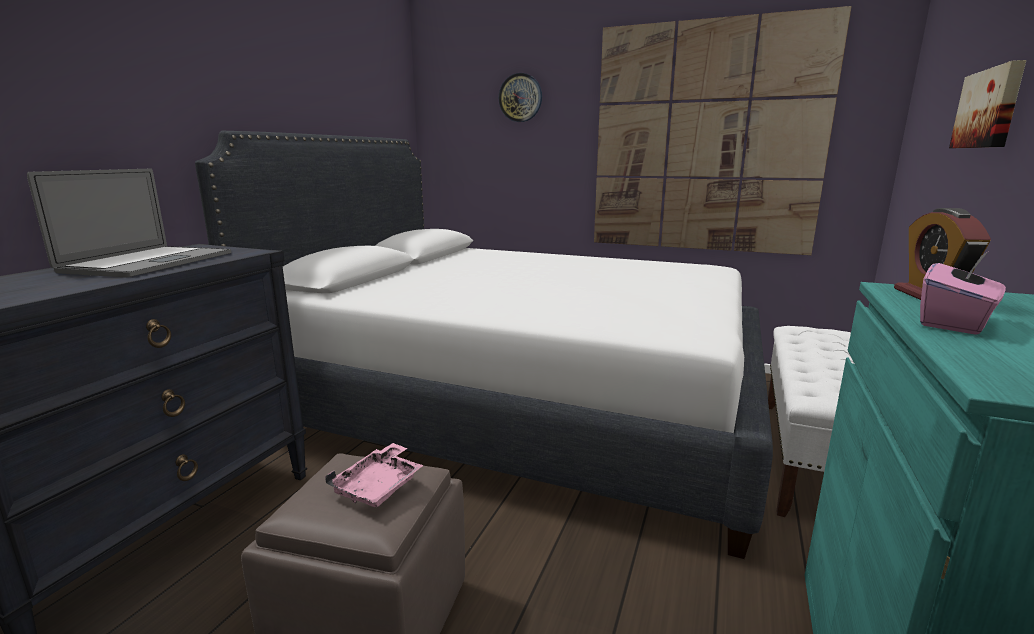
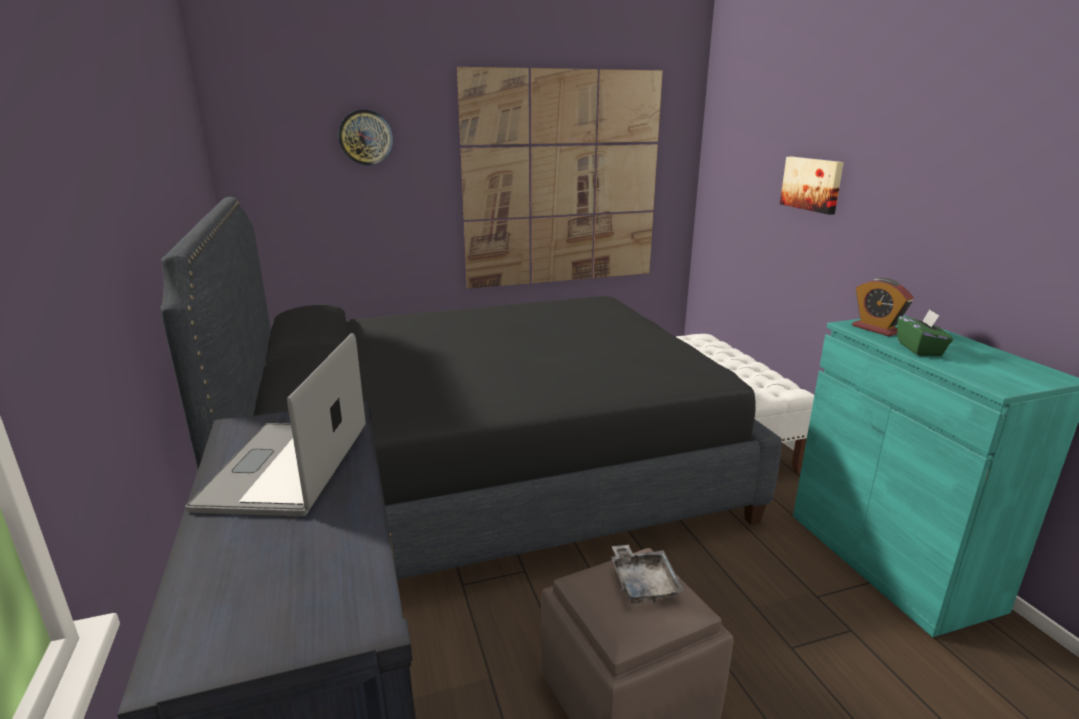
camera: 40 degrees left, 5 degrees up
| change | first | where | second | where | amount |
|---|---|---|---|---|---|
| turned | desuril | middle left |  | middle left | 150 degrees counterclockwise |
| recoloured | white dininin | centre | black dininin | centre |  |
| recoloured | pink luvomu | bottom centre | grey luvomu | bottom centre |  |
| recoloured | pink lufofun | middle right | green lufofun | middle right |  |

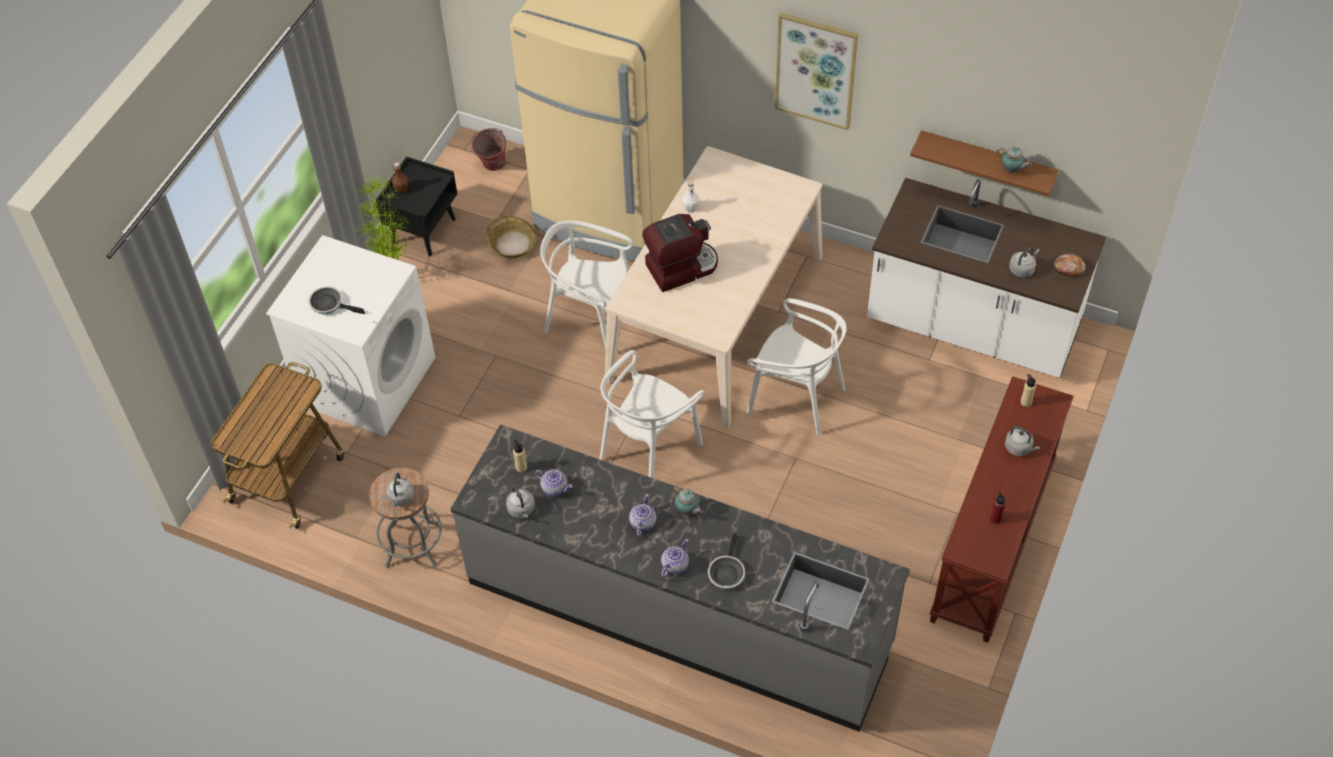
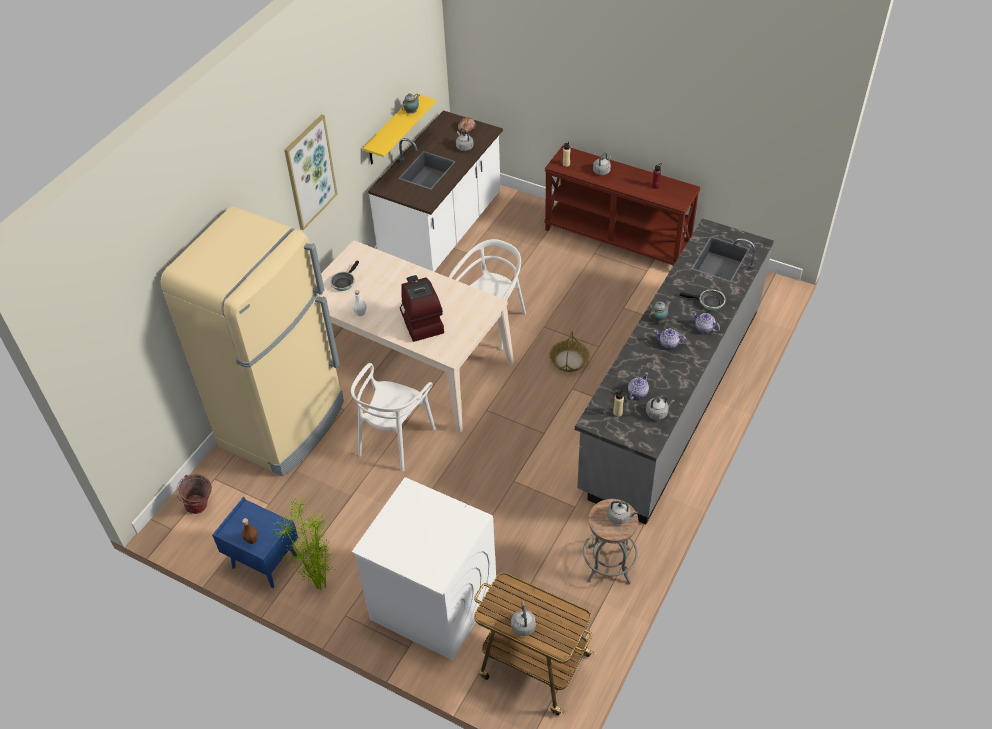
camera: 85 degrees left, 5 degrees down
| change | first | where | second | where | amount |
|---|---|---|---|---|---|
| moved | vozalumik (1st from left) | middle left |  | centre |  |
| recoloured | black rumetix | top left | blue rumetix | bottom left |  |
| moved | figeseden | top centre |  | centre |  |
| removed | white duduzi (2nd from left) | centre |  |  |  |
| recoloured | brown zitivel | top right | yellow zitivel | top centre |  |
| added |  |  | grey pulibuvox (2nd from left) | bottom centre |  |

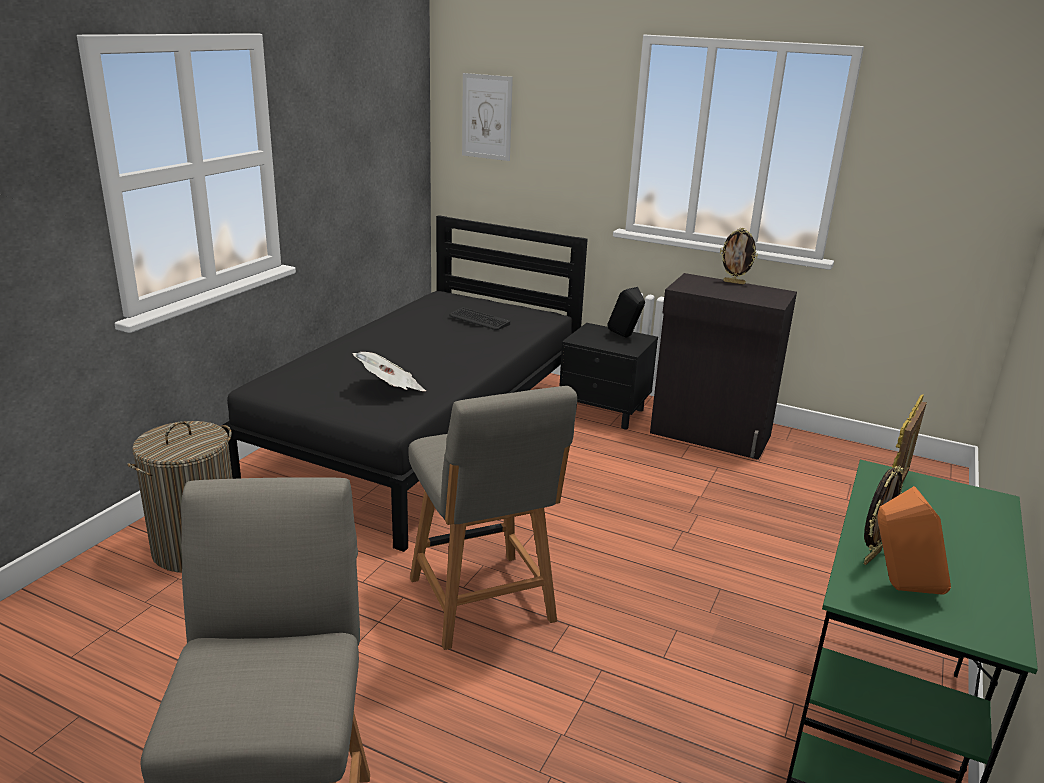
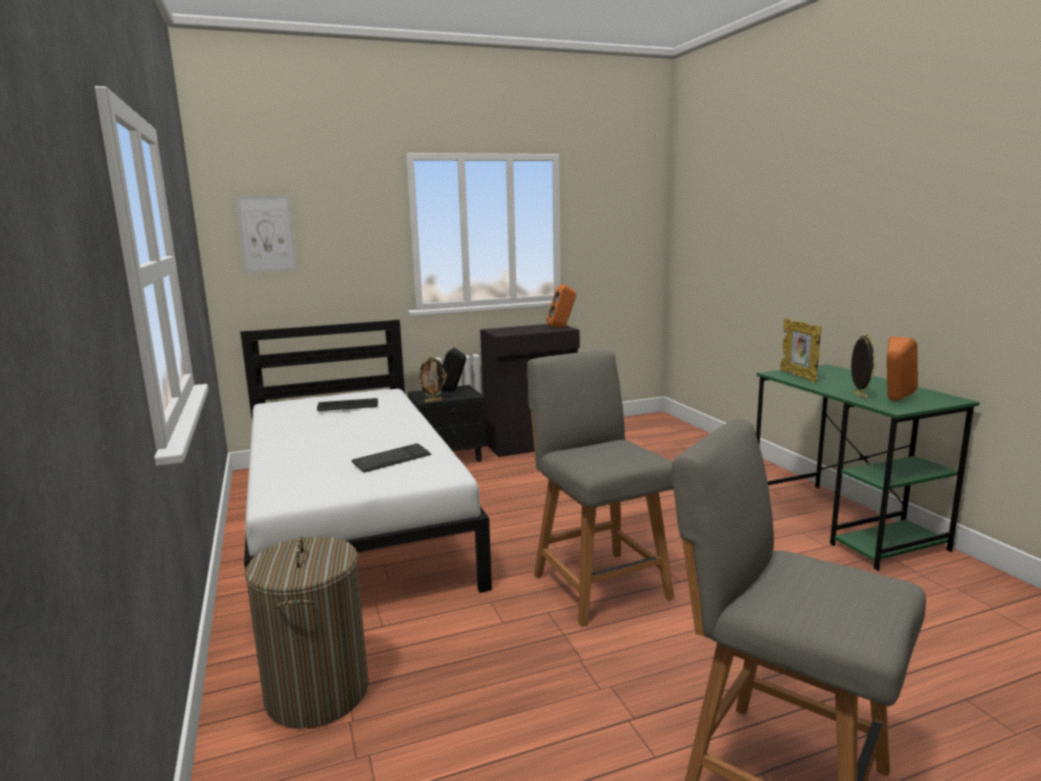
camera: 45 degrees left, 10 degrees down
| change | first | where | second | where | amount |
|---|---|---|---|---|---|
| recoloured | black dininin | centre | white dininin | centre |  |
| replaced | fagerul | centre | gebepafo (2nd from left) | centre |  |
| turned | grey duduzi (2nd from left in the first image) | centre | grey duduzi (1st from left) | centre | 135 degrees counterclockwise |
| moved | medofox (1st from left) | top right |  | centre |  |
| added |  |  | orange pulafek (1st from left) | centre |  |

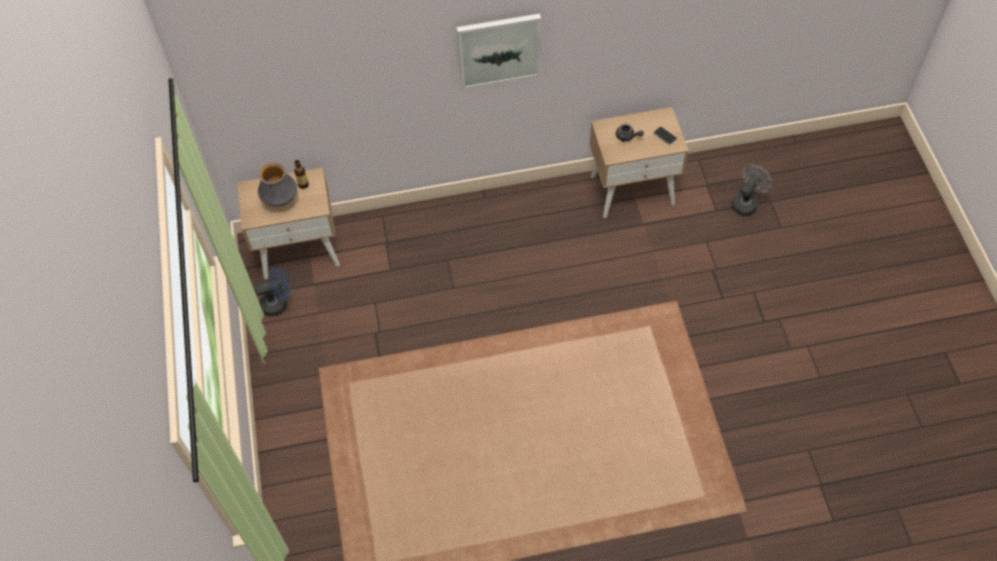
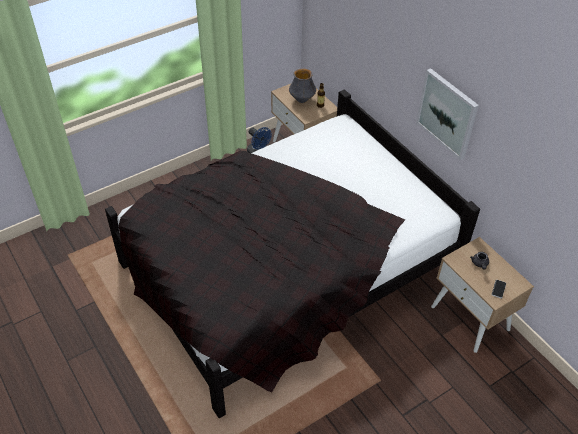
camera: 65 degrees right, 10 degrees down
| change | first | where | second | where | amount |
|---|---|---|---|---|---|
| removed | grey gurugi | middle right |  |  |  |
| added |  |  | black dininin | centre |  |

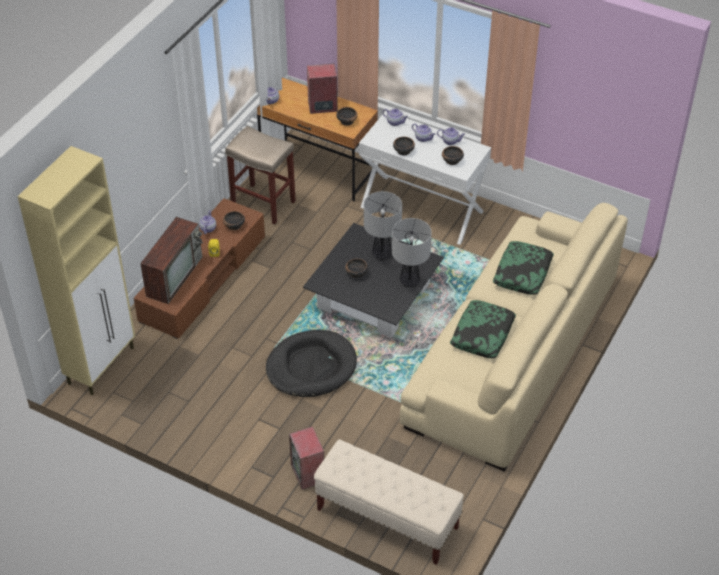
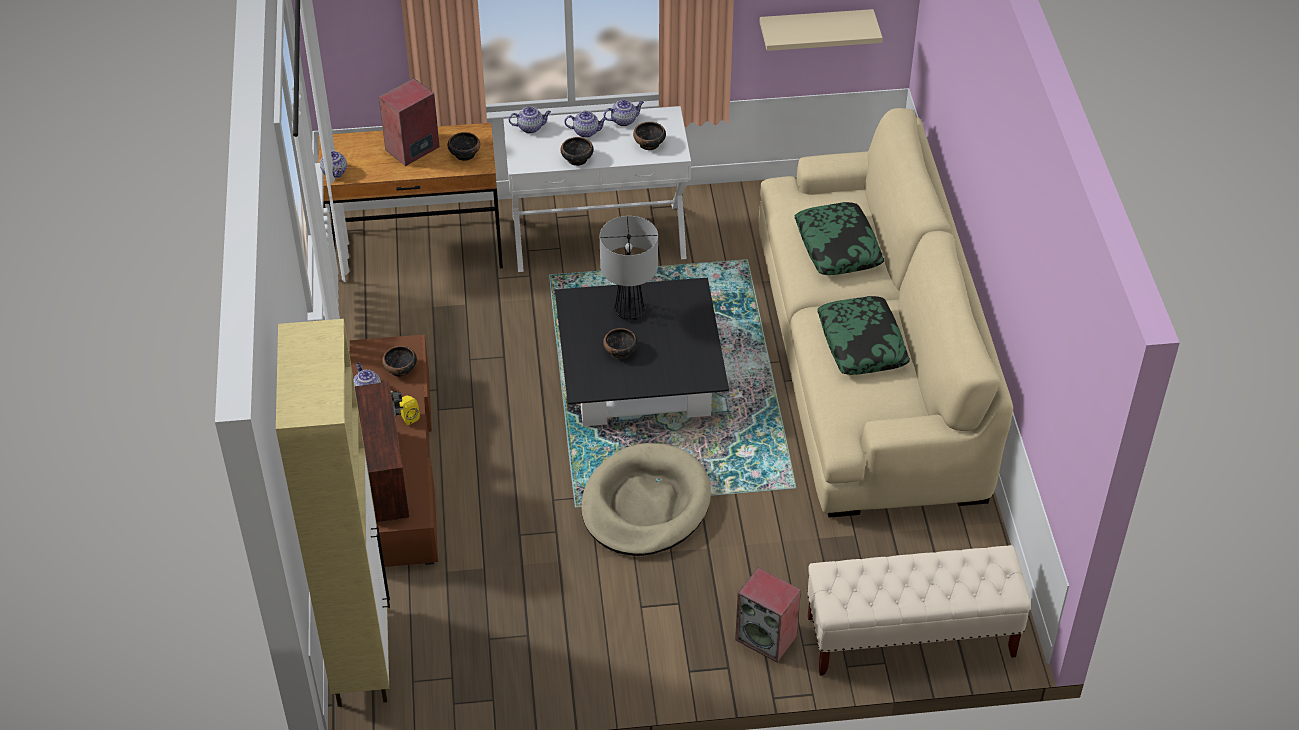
camera: 35 degrees left, 0 degrees up
| change | first | where | second | where | amount |
|---|---|---|---|---|---|
| removed | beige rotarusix | top centre |  |  |  |
| recoloured | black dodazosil | centre | beige dodazosil | bottom centre |  |
| removed | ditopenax (2nd from left) | centre |  |  |  |
| added |  |  | beige zitivel | top centre |  |

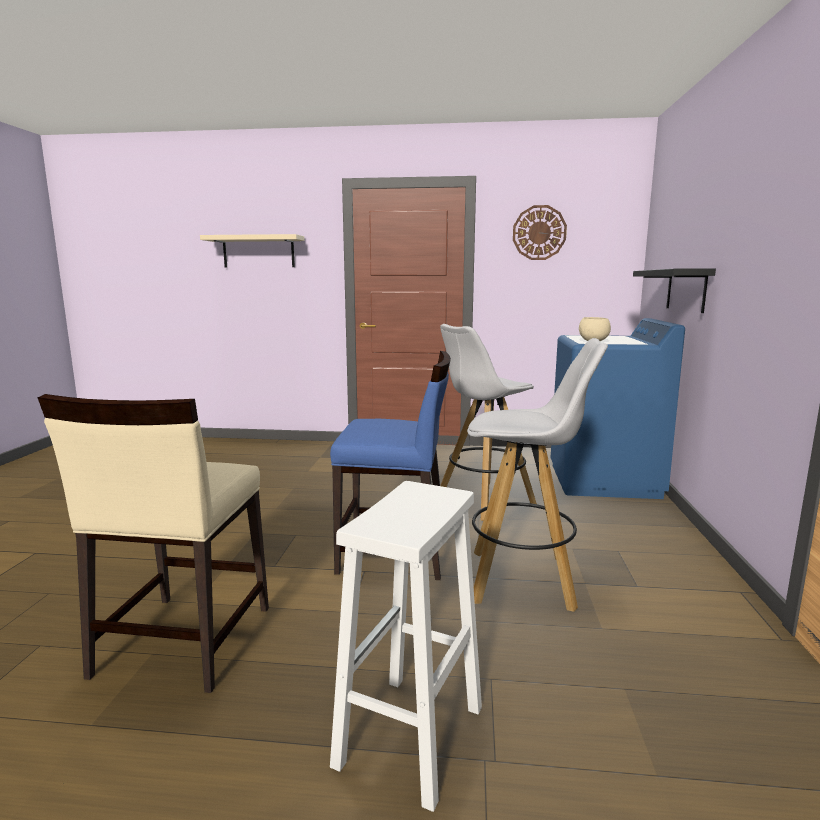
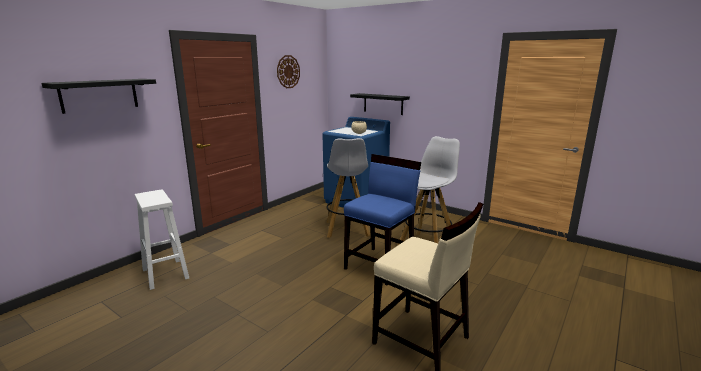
camera: 60 degrees left, 5 degrees up
| change | first | where | second | where | amount |
|---|---|---|---|---|---|
| recoloured | beige zitivel | top left | black zitivel (1st from left) | top left |  |
| moved | white rotarusix (1st from left) | bottom centre |  | middle left |  |

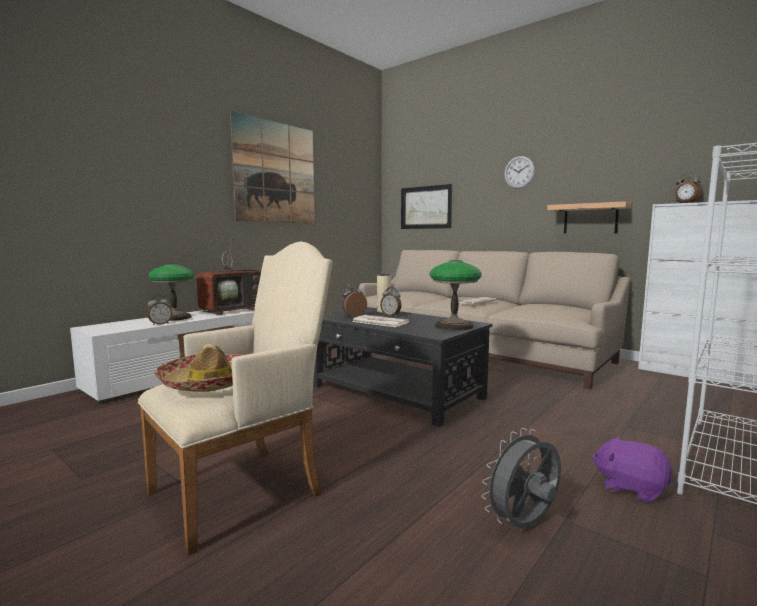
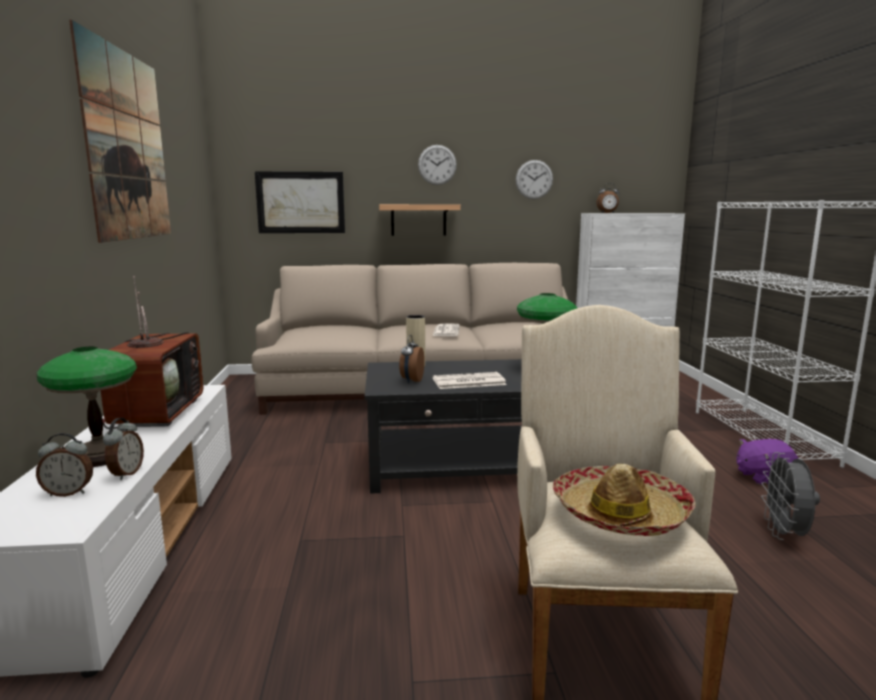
camera: 45 degrees left, 5 degrees up
| change | first | where | second | where | amount |
|---|---|---|---|---|---|
| moved | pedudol (3rd from left in the first image) | centre | pedudol (1st from left) | middle left |  |
| moved | zitivel | middle right |  | top centre |  |
| added |  |  | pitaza (2nd from left) | top centre |  |

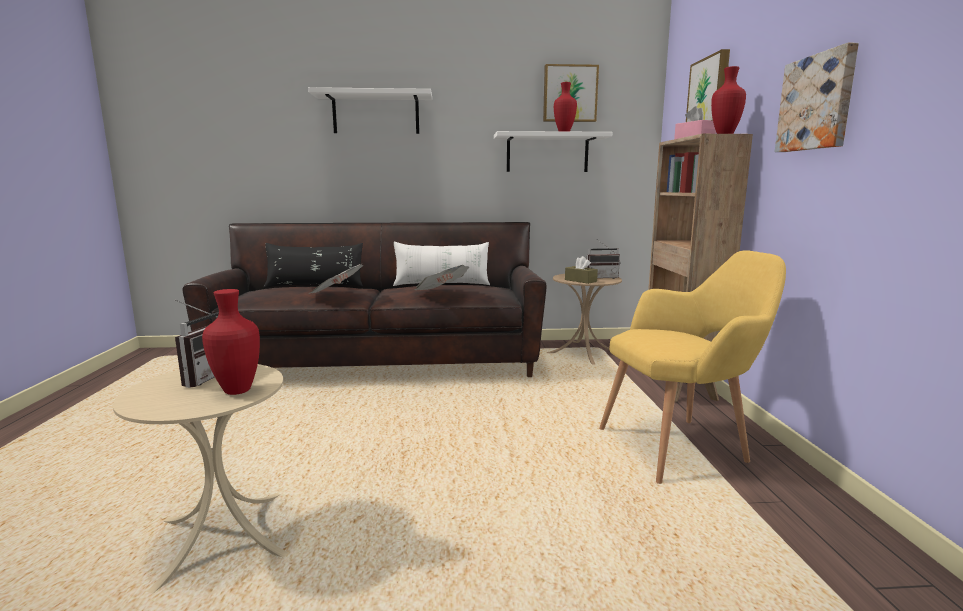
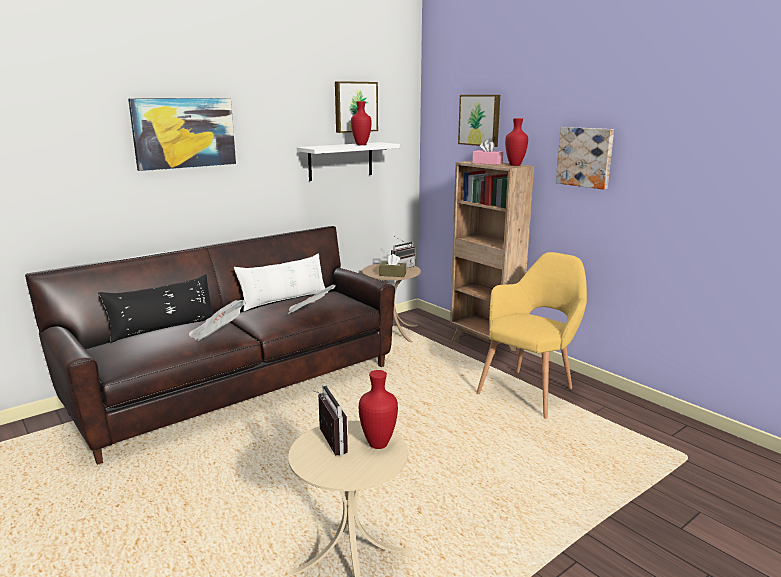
camera: 35 degrees left, 5 degrees up
| change | first | where | second | where | amount |
|---|---|---|---|---|---|
| replaced | white zitivel (1st from left) | top centre | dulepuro (1st from left) | top left |  |

